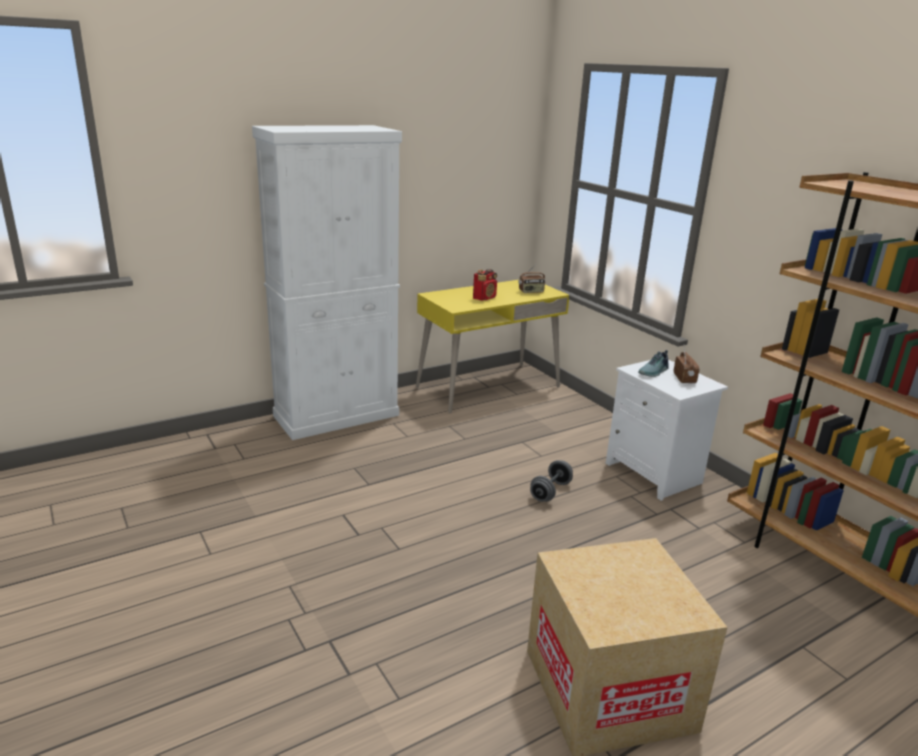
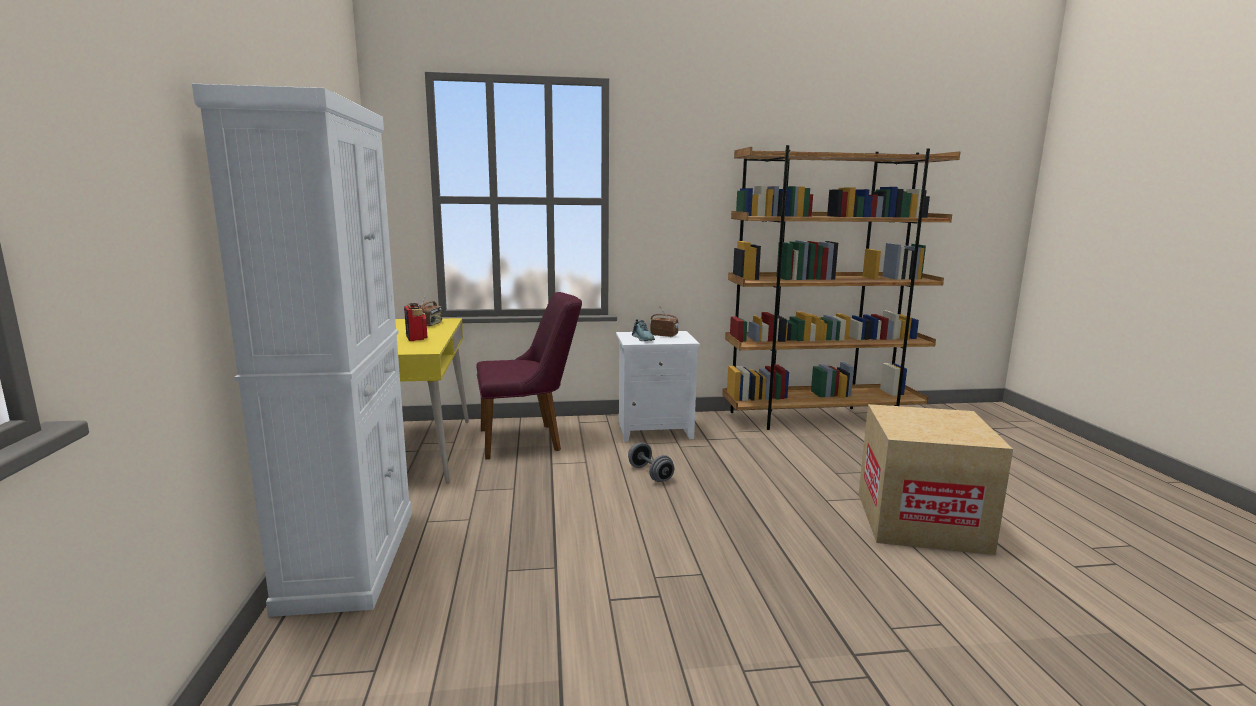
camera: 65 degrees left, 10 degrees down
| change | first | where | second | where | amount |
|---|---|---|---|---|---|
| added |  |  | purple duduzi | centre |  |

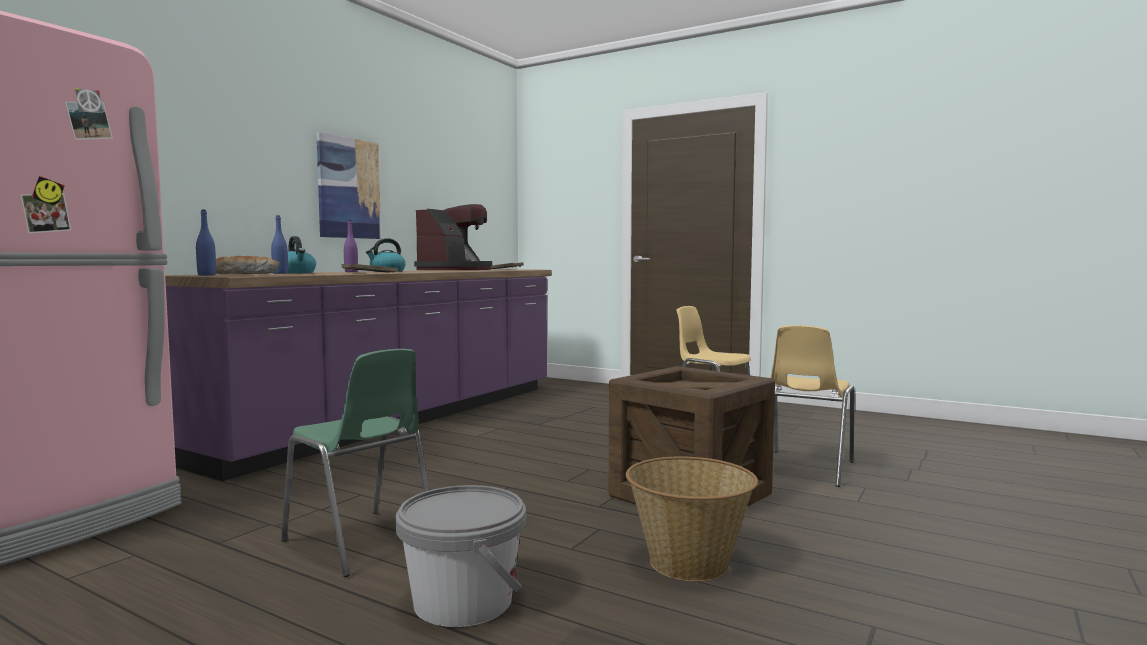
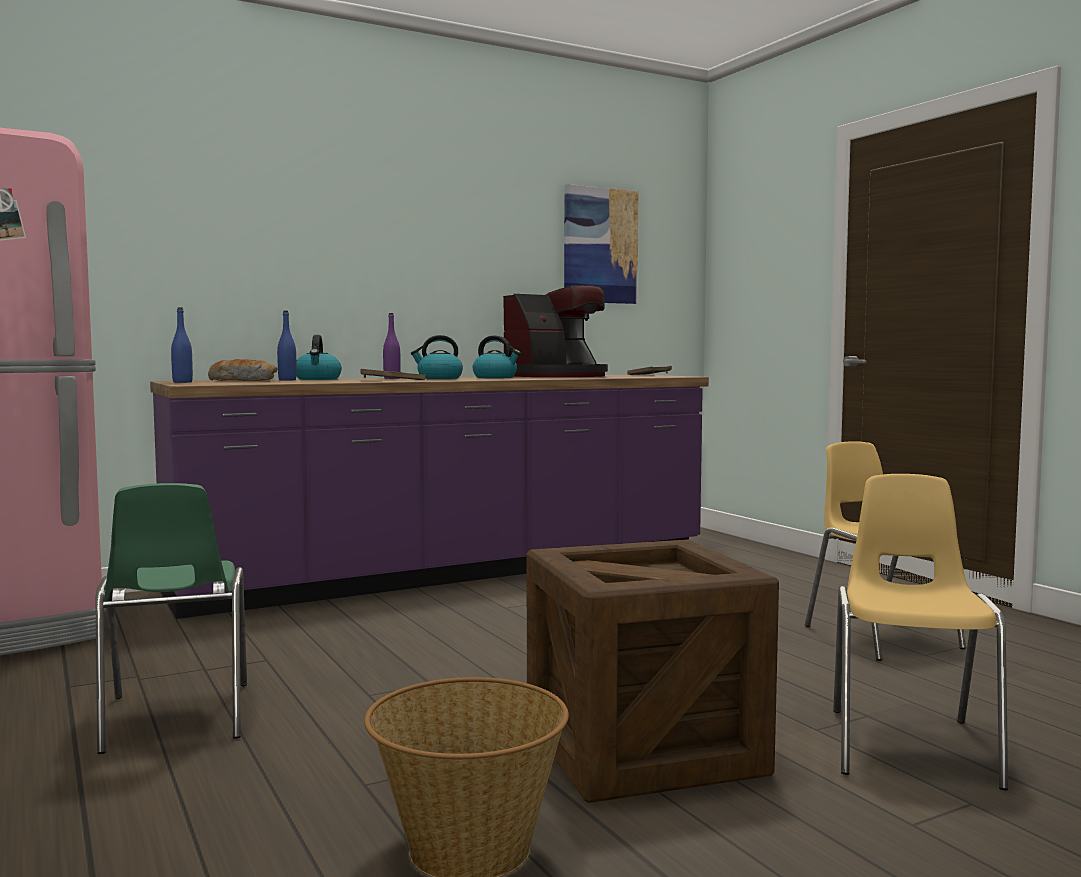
camera: 30 degrees right, 0 degrees up
| change | first | where | second | where | amount |
|---|---|---|---|---|---|
| moved | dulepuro | top left |  | top centre |  |
| removed | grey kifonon | bottom centre |  |  |  |
| turned | yellow duduzi (2nd from left) | middle right |  | bottom right | 135 degrees clockwise |
| added |  |  | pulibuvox (3rd from left) | centre |  |

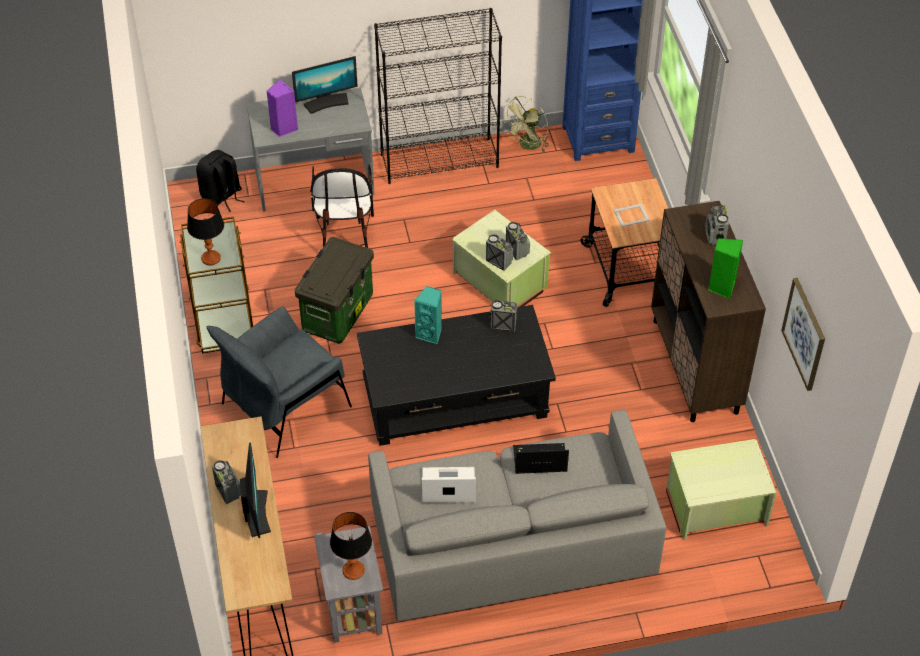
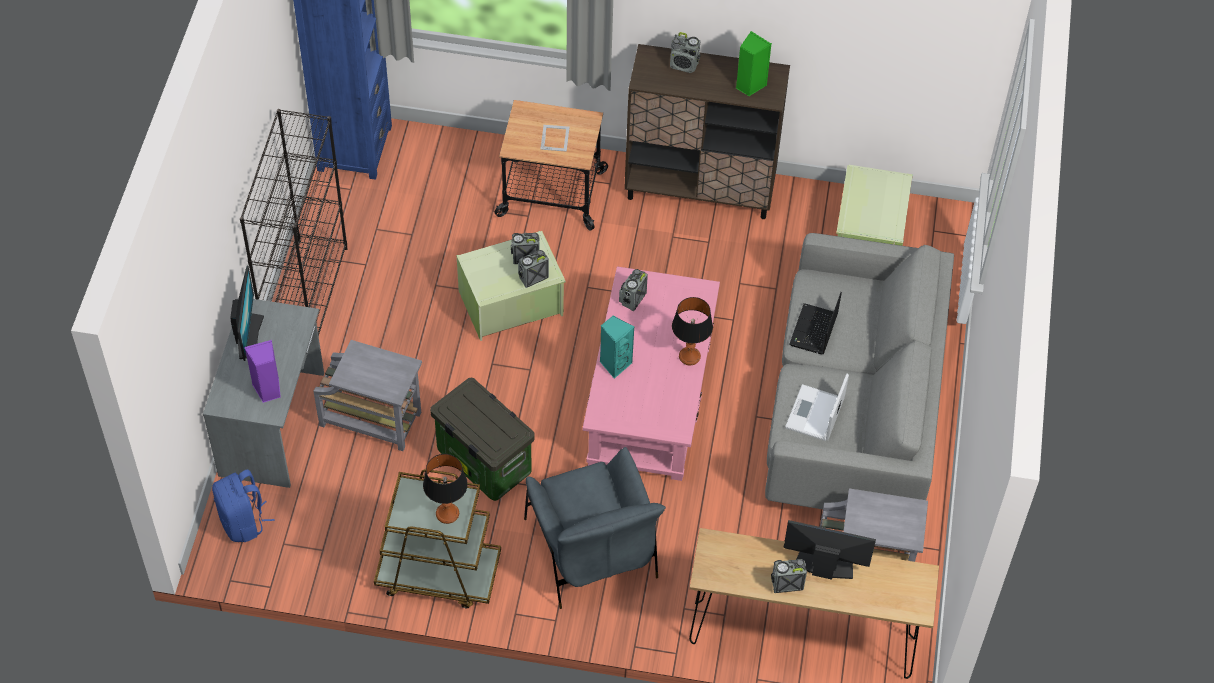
camera: 70 degrees left, 5 degrees up
| change | first | where | second | where | amount |
|---|---|---|---|---|---|
| recoloured | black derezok | top left | blue derezok | bottom left |  |
| replaced | duduzi | top centre | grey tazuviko (1st from left) | middle left |  |
| moved | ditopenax (2nd from left) | bottom centre |  | centre |  |
| recoloured | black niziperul | centre | pink niziperul | centre |  |
| removed | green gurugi | top centre |  |  |  |
| removed | dulepuro | middle right |  |  |  |

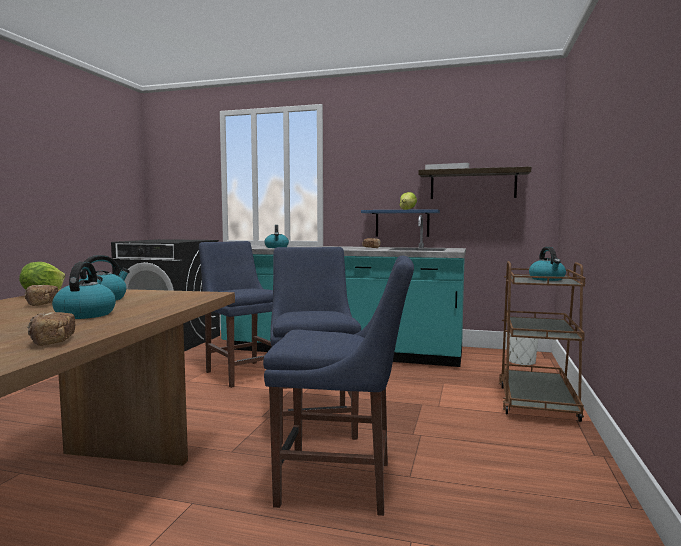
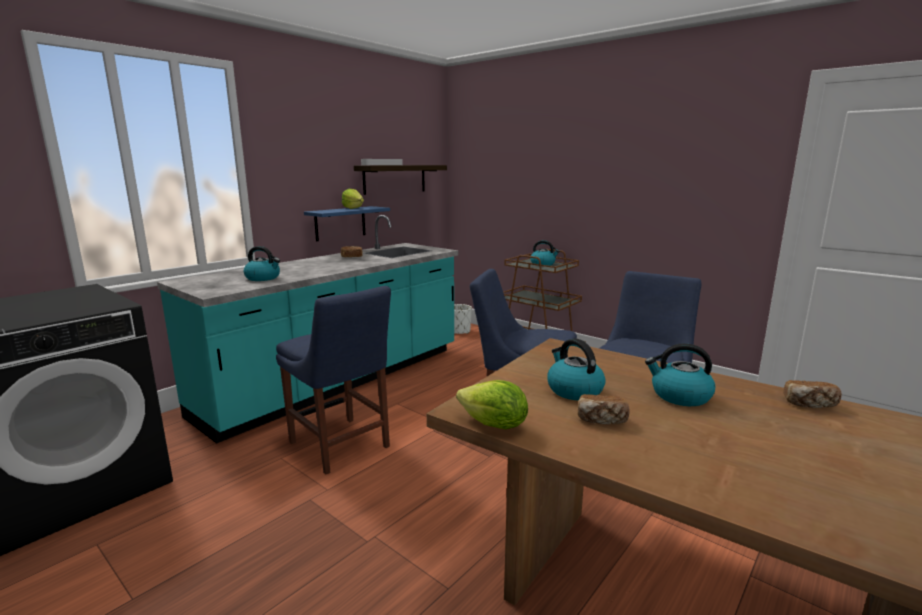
camera: 65 degrees left, 10 degrees up
| change | first | where | second | where | amount |
|---|---|---|---|---|---|
| turned | blue duduzi (1st from left) | centre |  | centre | 120 degrees counterclockwise |

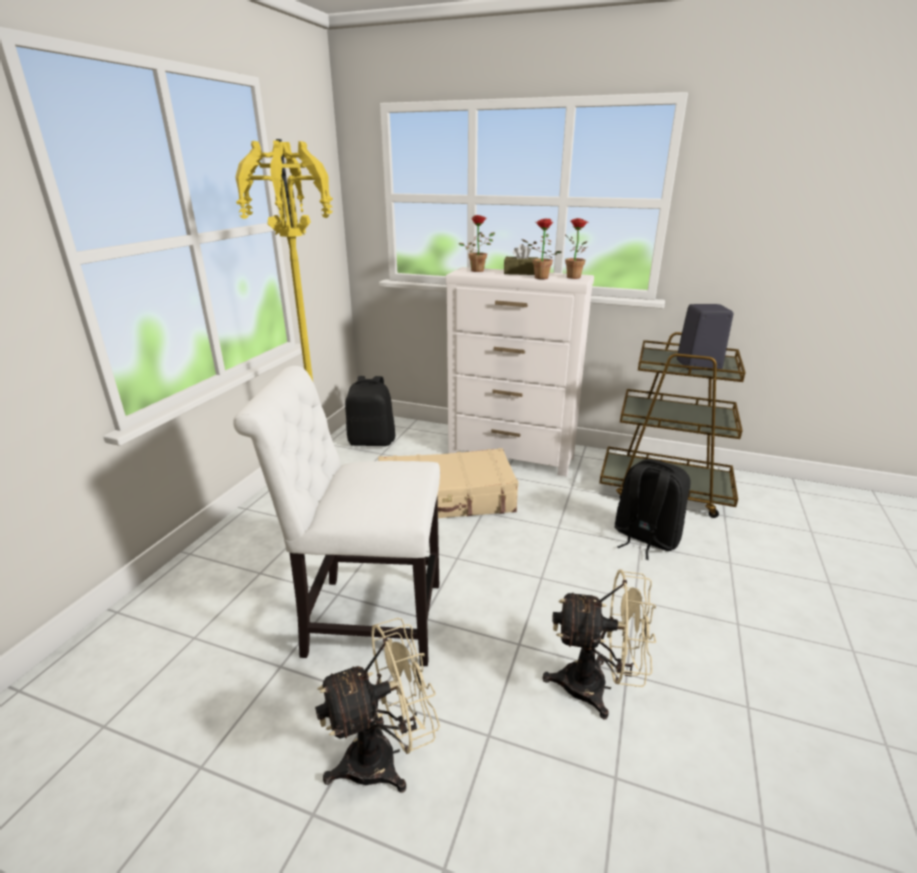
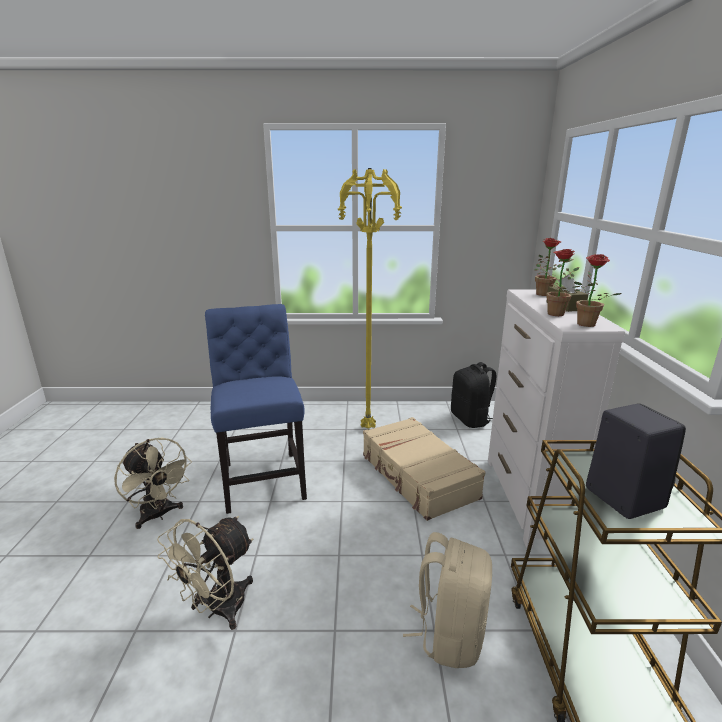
camera: 70 degrees right, 5 degrees down
| change | first | where | second | where | amount |
|---|---|---|---|---|---|
| recoloured | white duduzi | centre | blue duduzi | centre |  |
| turned | beige gurugi (2nd from left) | bottom centre |  | bottom left | 45 degrees clockwise |
| recoloured | black derezok (2nd from left) | middle right | beige derezok | bottom centre |  |

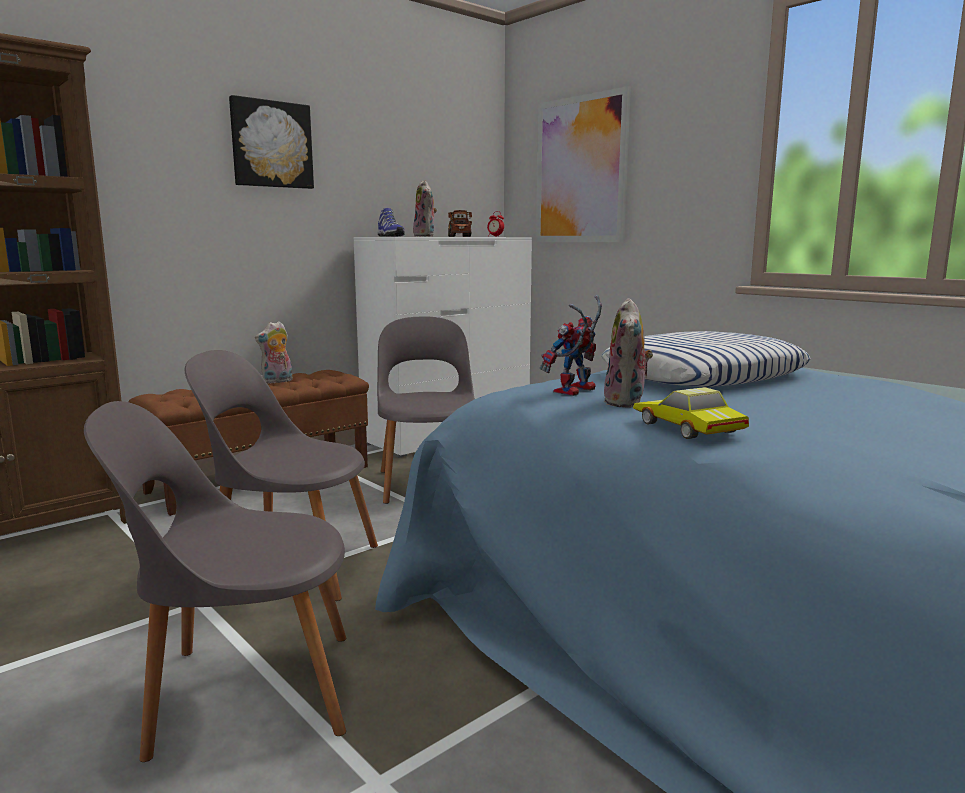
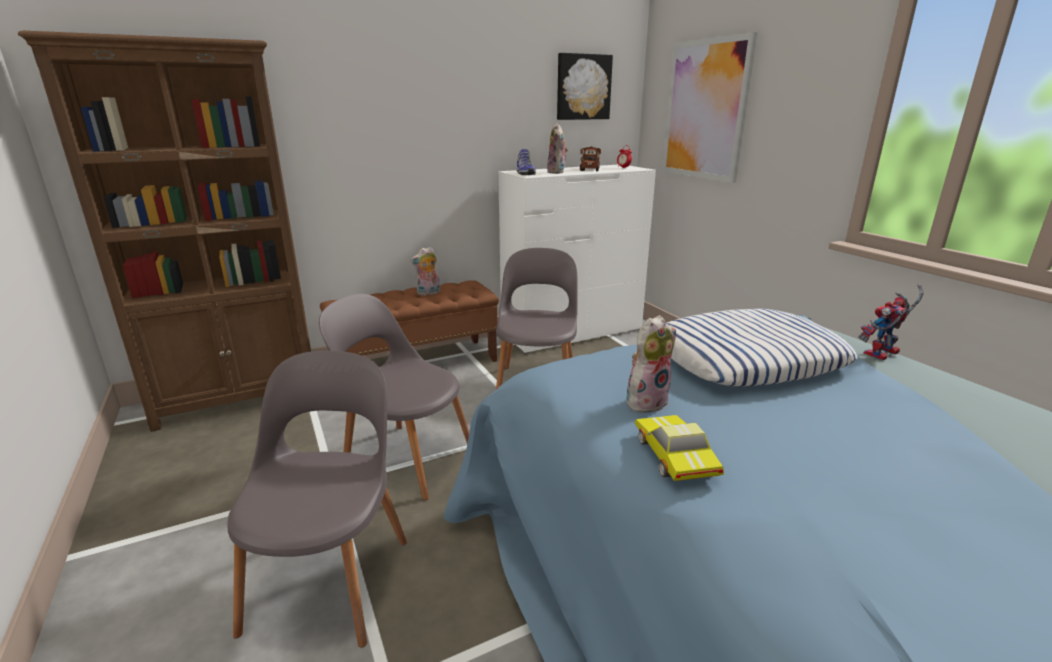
camera: 15 degrees right, 10 degrees up
| change | first | where | second | where | amount |
|---|---|---|---|---|---|
| turned | grey duduzi (1st from left) | bottom left |  | bottom left | 90 degrees clockwise |
| moved | dulepuro (1st from left) | top left |  | top centre |  |
| moved | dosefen | centre |  | middle right |  |
| turned | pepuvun (3rd from left) | centre |  | centre | 150 degrees counterclockwise |

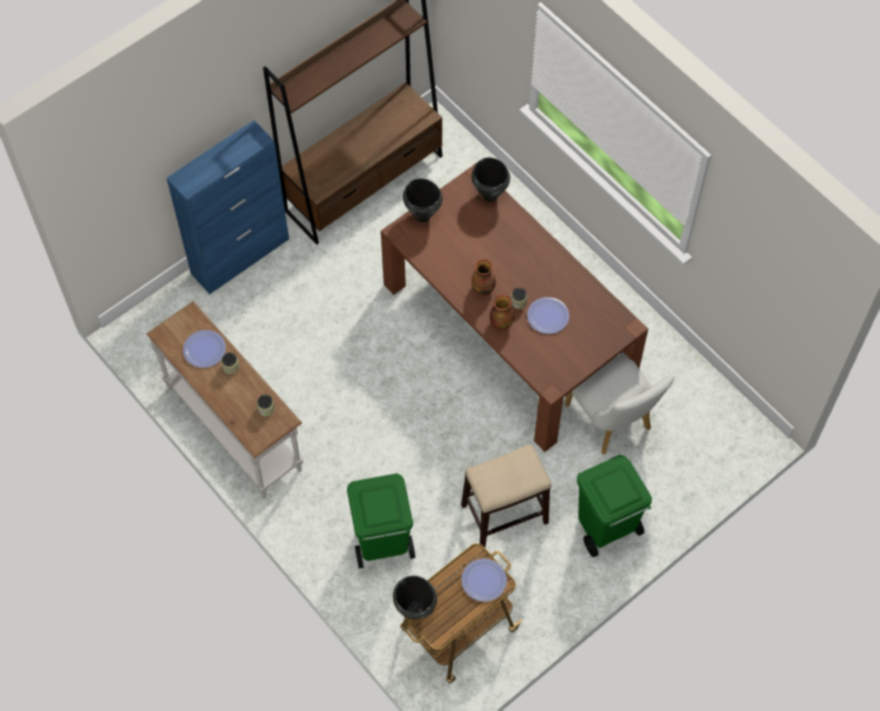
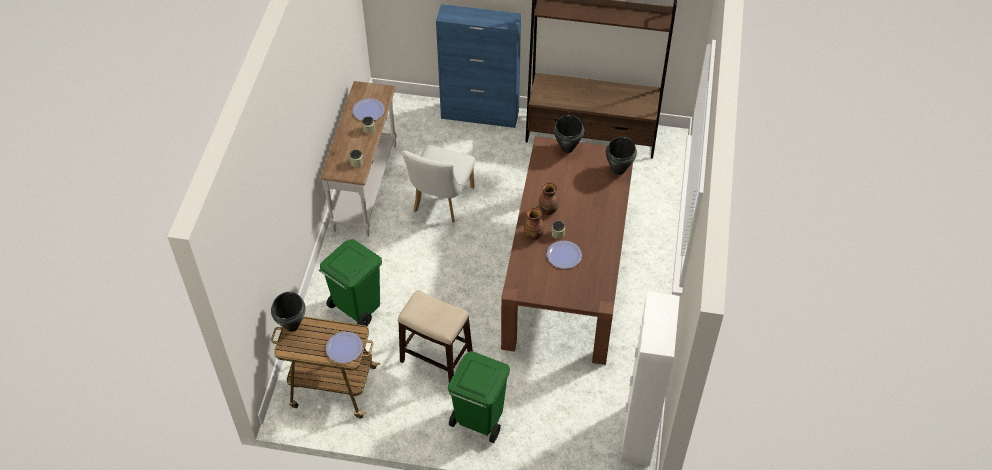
camera: 50 degrees right, 10 degrees down
| change | first | where | second | where | amount |
|---|---|---|---|---|---|
| moved | white duduzi | middle right |  | centre |  |
| added |  |  | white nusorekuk | bottom centre |  |

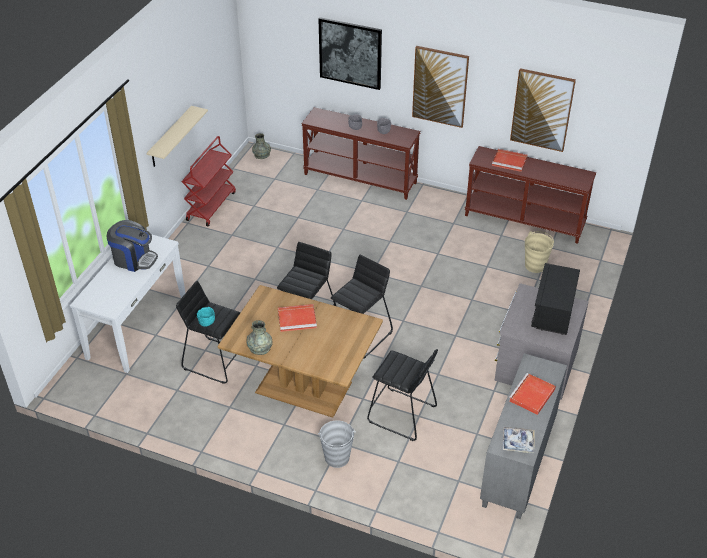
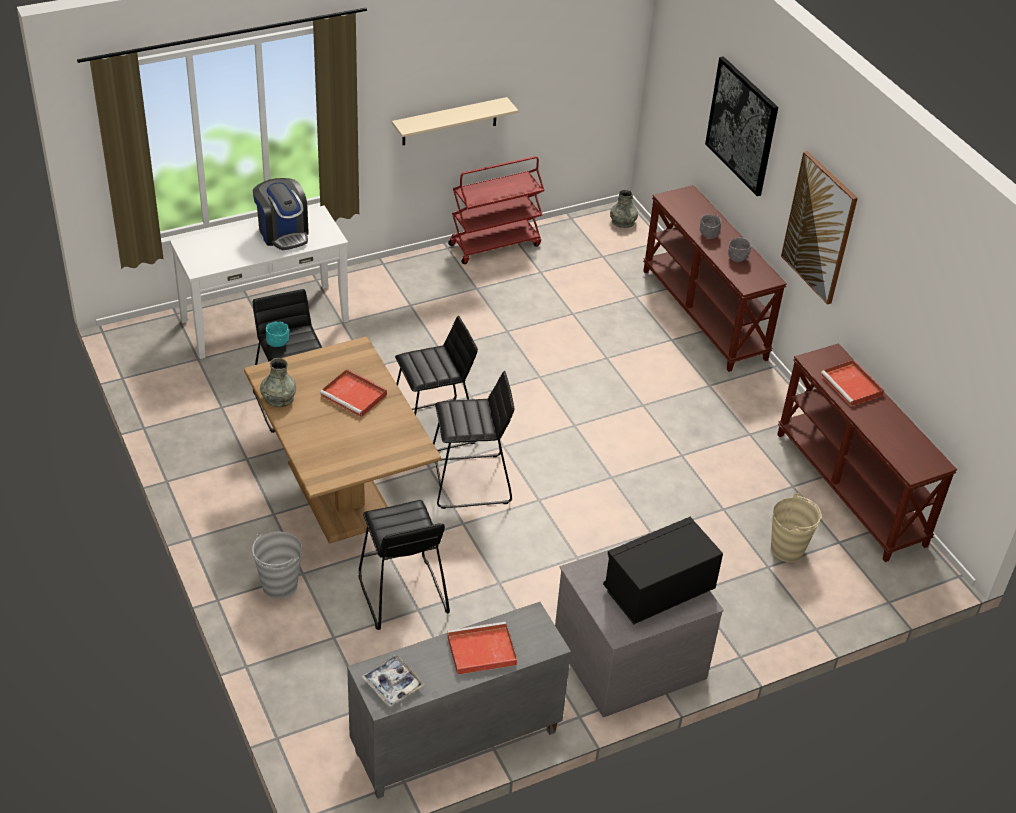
camera: 40 degrees right, 0 degrees up
| change | first | where | second | where | amount |
|---|---|---|---|---|---|
| removed | dulepuro (3rd from left) | top right |  |  |  |

